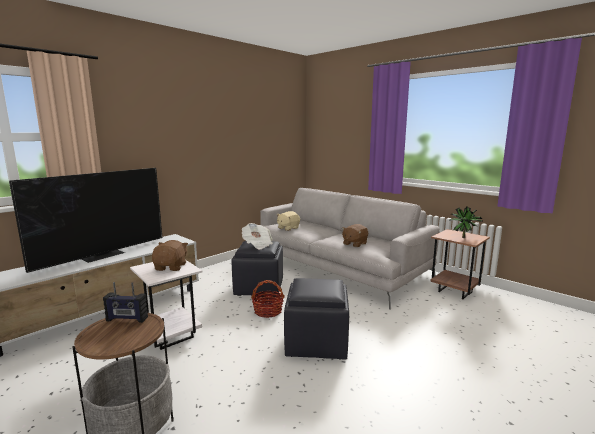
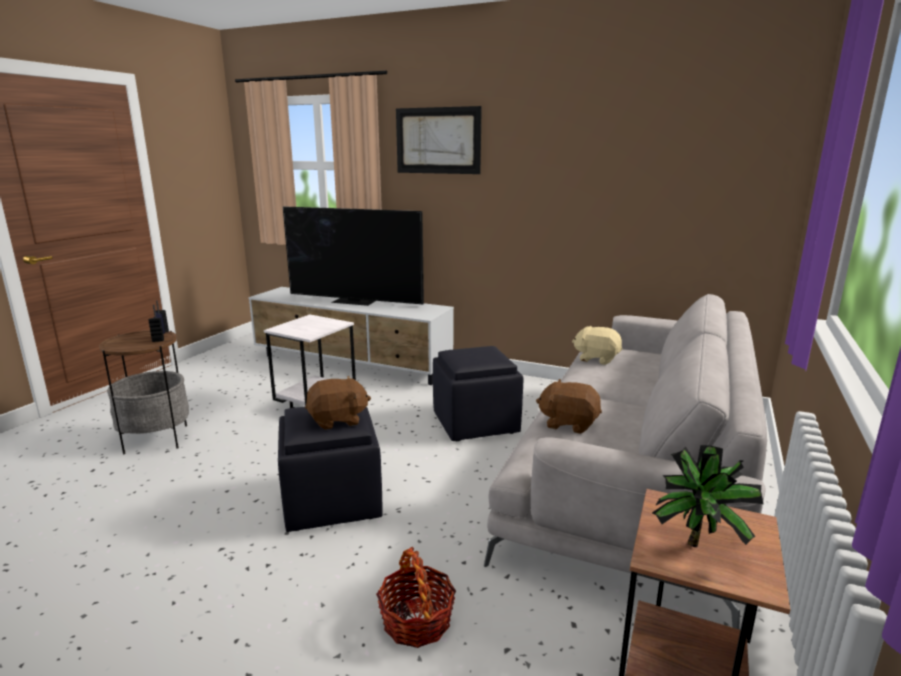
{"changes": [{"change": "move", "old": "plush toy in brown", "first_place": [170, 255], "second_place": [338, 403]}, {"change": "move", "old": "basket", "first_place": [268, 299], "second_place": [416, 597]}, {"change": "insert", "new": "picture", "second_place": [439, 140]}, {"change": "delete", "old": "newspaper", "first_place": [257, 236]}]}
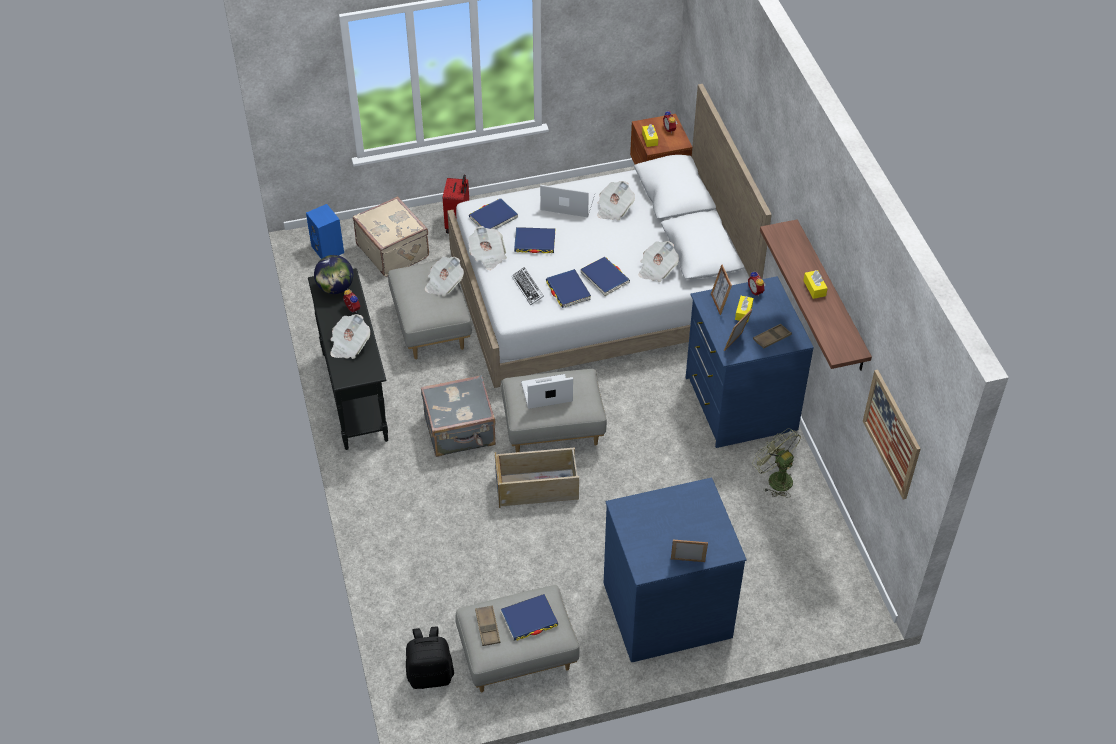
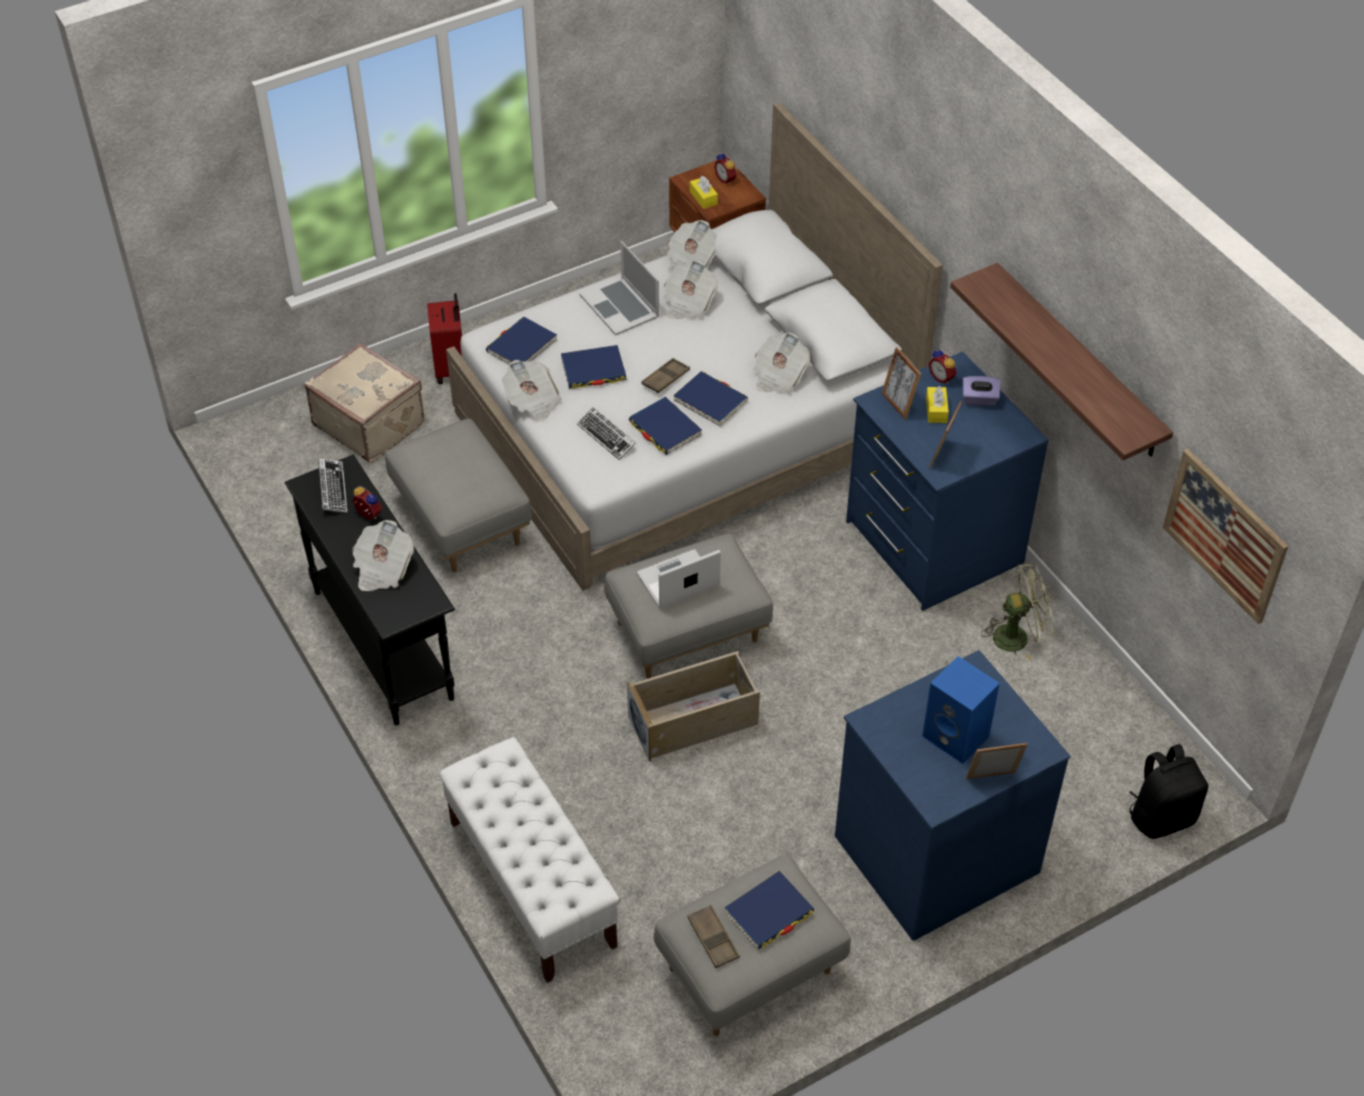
{"changes": [{"change": "replace", "old": "globe", "new": "keyboard", "first_place": [334, 274], "second_place": [333, 485]}, {"change": "insert", "new": "bench in white", "second_place": [529, 860]}, {"change": "rotate", "old": "laptop", "first_place": [567, 201], "second_place": [619, 288], "degrees": -120}, {"change": "move", "old": "tray in brown", "first_place": [772, 336], "second_place": [666, 375]}, {"change": "move", "old": "newspaper", "first_place": [444, 277], "second_place": [692, 247]}, {"change": "move", "old": "speaker in blue", "first_place": [325, 231], "second_place": [961, 710]}, {"change": "insert", "new": "tissue box in purple", "second_place": [981, 391]}, {"change": "rotate", "old": "fan in green", "first_place": [776, 463], "second_place": [1017, 612], "degrees": 135}, {"change": "move", "old": "backpack in black", "first_place": [430, 657], "second_place": [1168, 791]}, {"change": "delete", "old": "suitcase in grey", "first_place": [458, 416]}, {"change": "delete", "old": "tissue box in yellow", "first_place": [815, 284]}]}
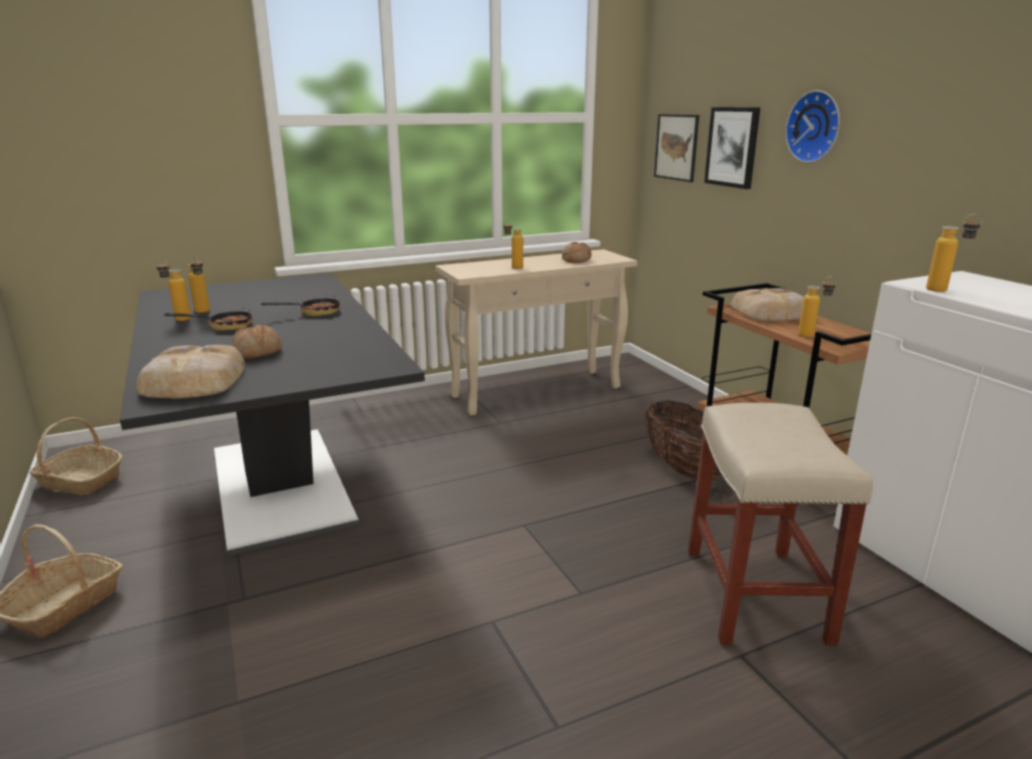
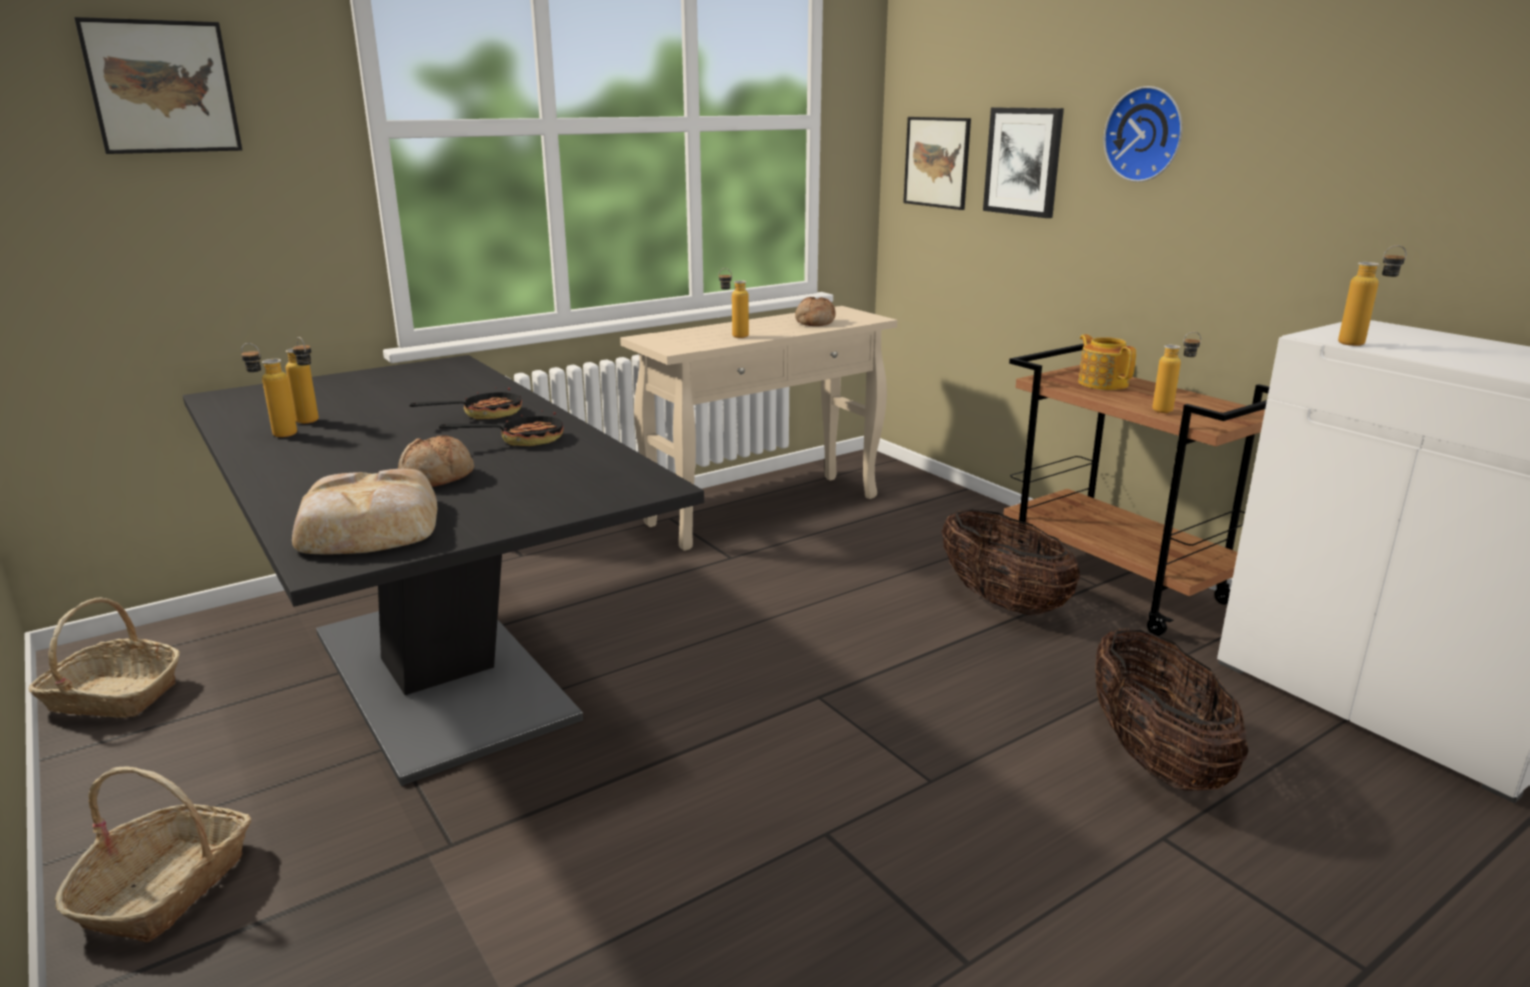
{"changes": [{"change": "insert", "new": "picture", "second_place": [158, 85]}, {"change": "move", "old": "frying pan", "first_place": [208, 319], "second_place": [501, 425]}, {"change": "replace", "old": "bread", "new": "teapot", "first_place": [767, 304], "second_place": [1107, 362]}, {"change": "replace", "old": "stool in beige", "new": "basket", "first_place": [780, 524], "second_place": [1172, 710]}]}
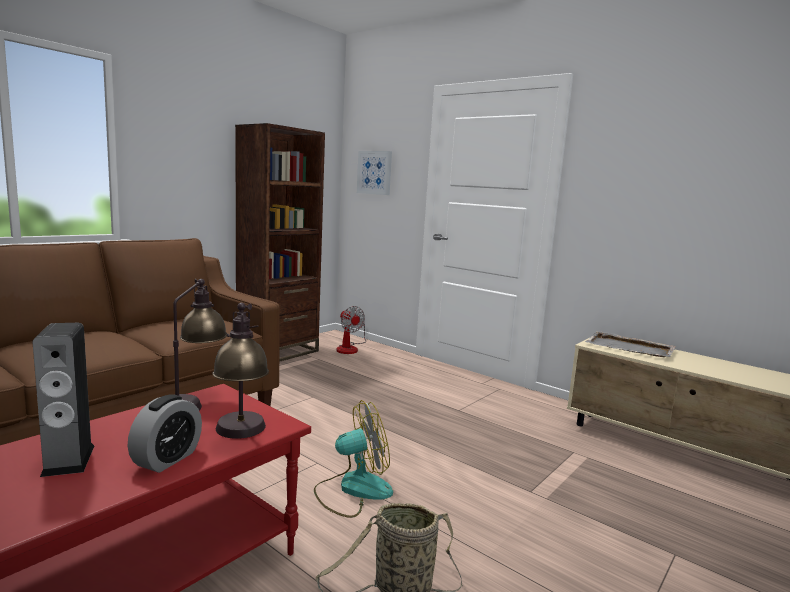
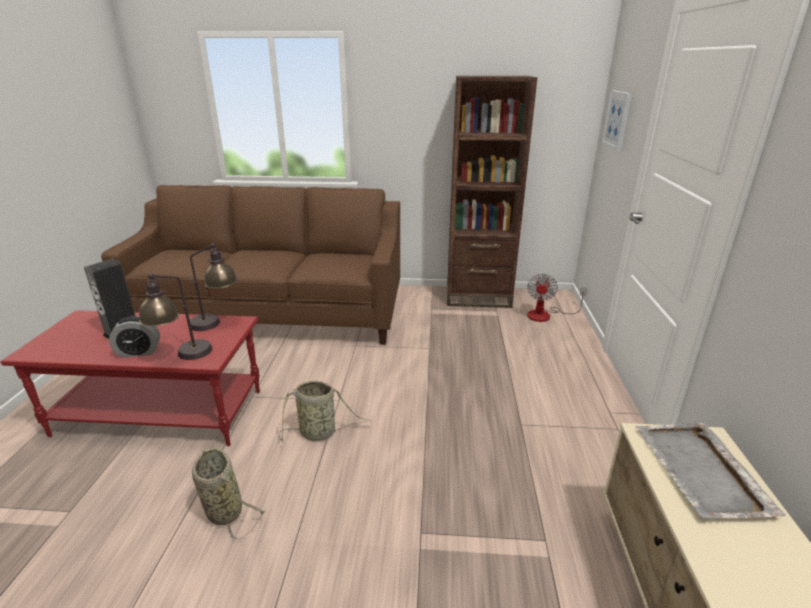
{"changes": [{"change": "replace", "old": "fan", "new": "basket", "first_place": [353, 459], "second_place": [325, 412]}]}
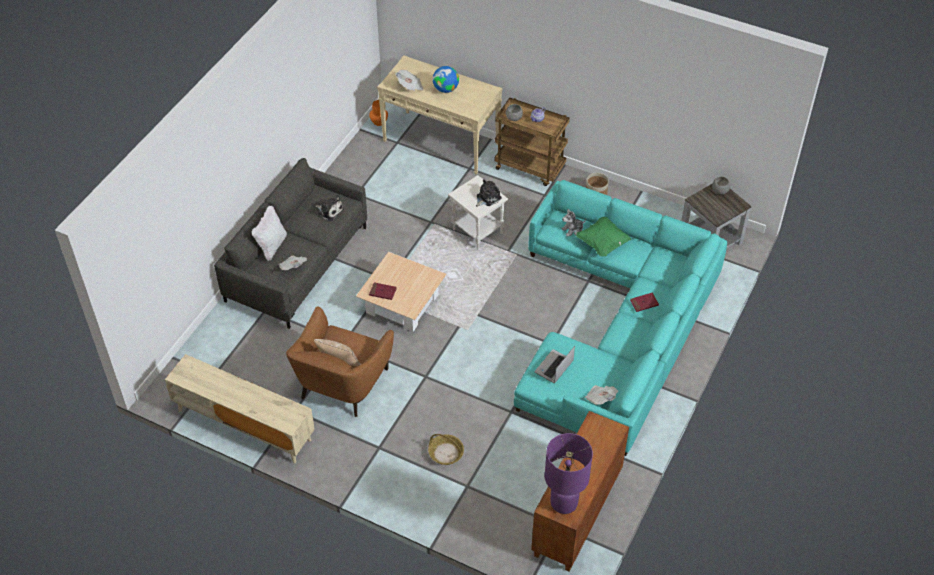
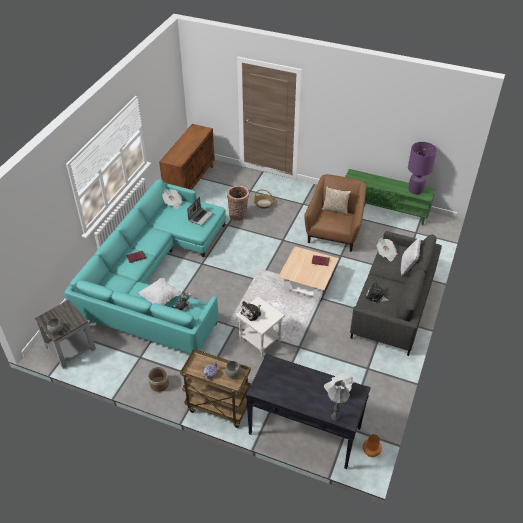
{"changes": [{"change": "recolor", "old": "pillow in green", "new": "pillow in white", "first_place": [603, 236], "second_place": [160, 291]}, {"change": "insert", "new": "basket", "second_place": [238, 203]}, {"change": "recolor", "old": "console table in beige", "new": "console table in black", "first_place": [440, 115], "second_place": [308, 411]}, {"change": "insert", "new": "table lamp in grey", "second_place": [339, 401]}, {"change": "recolor", "old": "tv stand in beige", "new": "tv stand in green", "first_place": [240, 408], "second_place": [390, 197]}, {"change": "move", "old": "table lamp in purple", "first_place": [569, 473], "second_place": [422, 168]}, {"change": "delete", "old": "globe", "first_place": [446, 79]}]}
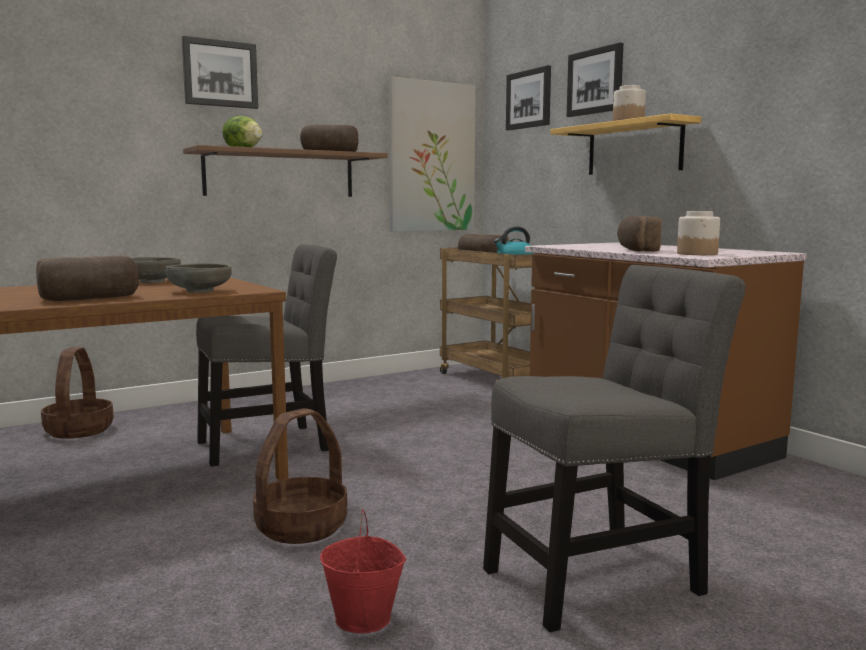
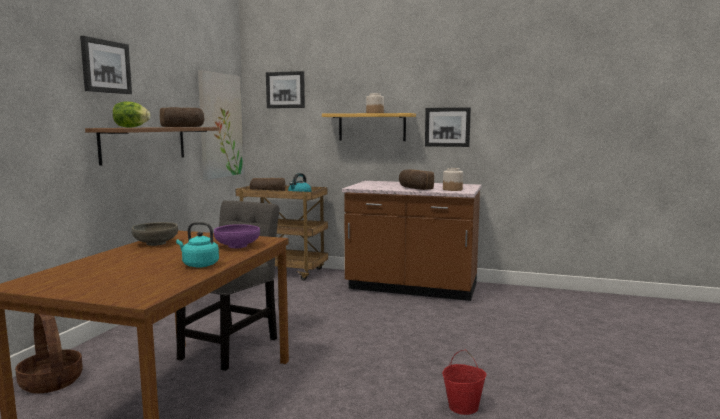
{"changes": [{"change": "replace", "old": "bread", "new": "kettle in turquoise", "first_place": [87, 278], "second_place": [197, 245]}, {"change": "recolor", "old": "bowl in grey", "new": "bowl in purple", "first_place": [198, 278], "second_place": [237, 236]}, {"change": "move", "old": "picture", "first_place": [595, 79], "second_place": [448, 127]}, {"change": "delete", "old": "basket", "first_place": [300, 476]}, {"change": "delete", "old": "chair in grey", "first_place": [614, 448]}]}
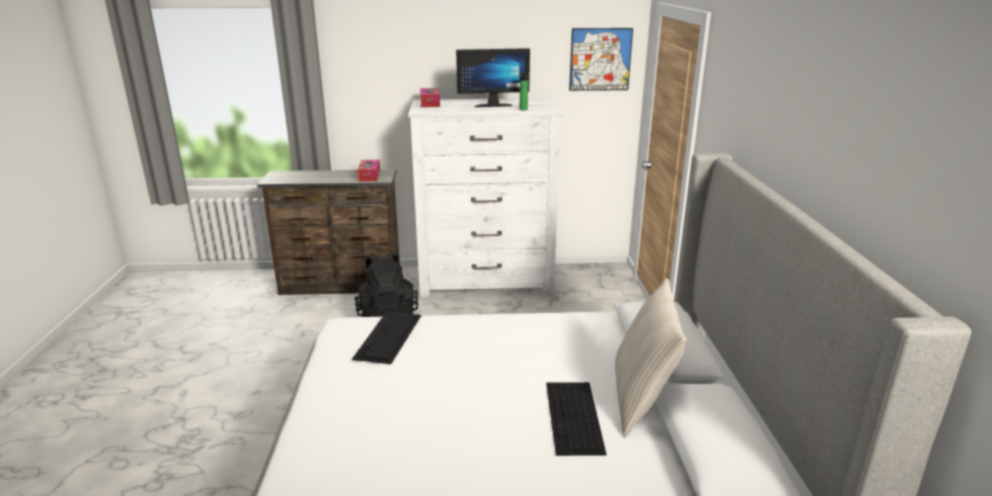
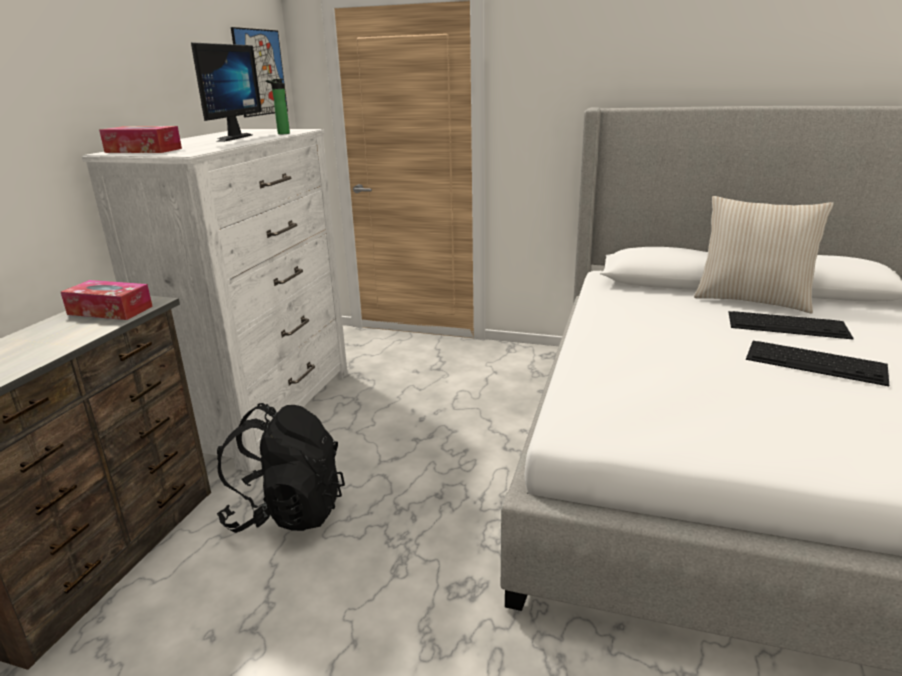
{"changes": [{"change": "move", "old": "keyboard", "first_place": [386, 337], "second_place": [817, 363]}]}
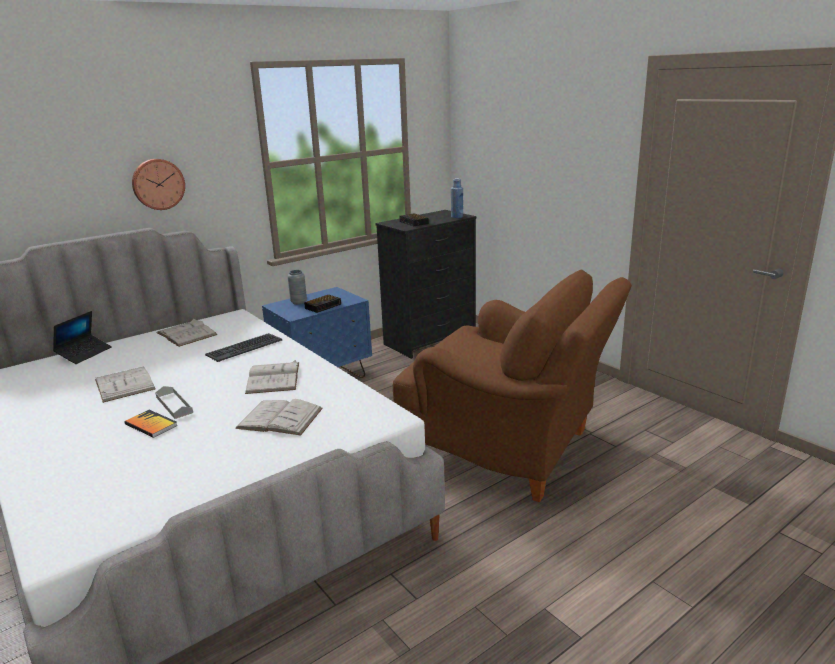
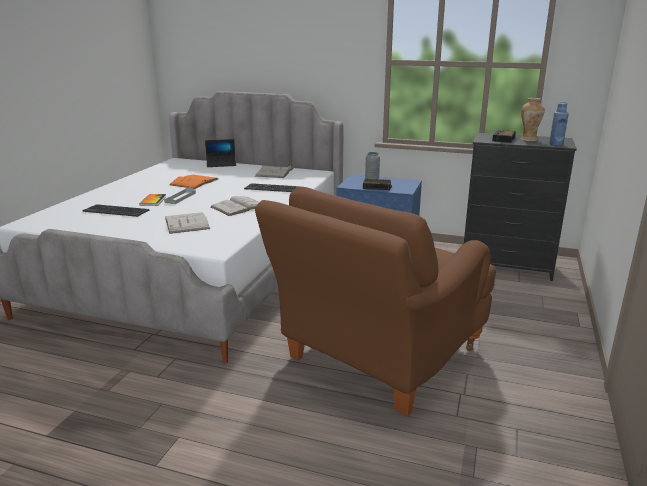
{"changes": [{"change": "insert", "new": "keyboard", "second_place": [116, 210]}, {"change": "recolor", "old": "book in white", "new": "book in orange", "first_place": [125, 385], "second_place": [194, 182]}, {"change": "rotate", "old": "armchair in brown", "first_place": [512, 386], "second_place": [375, 301], "degrees": 45}, {"change": "insert", "new": "vase", "second_place": [533, 119]}, {"change": "delete", "old": "wall clock", "first_place": [158, 184]}]}
